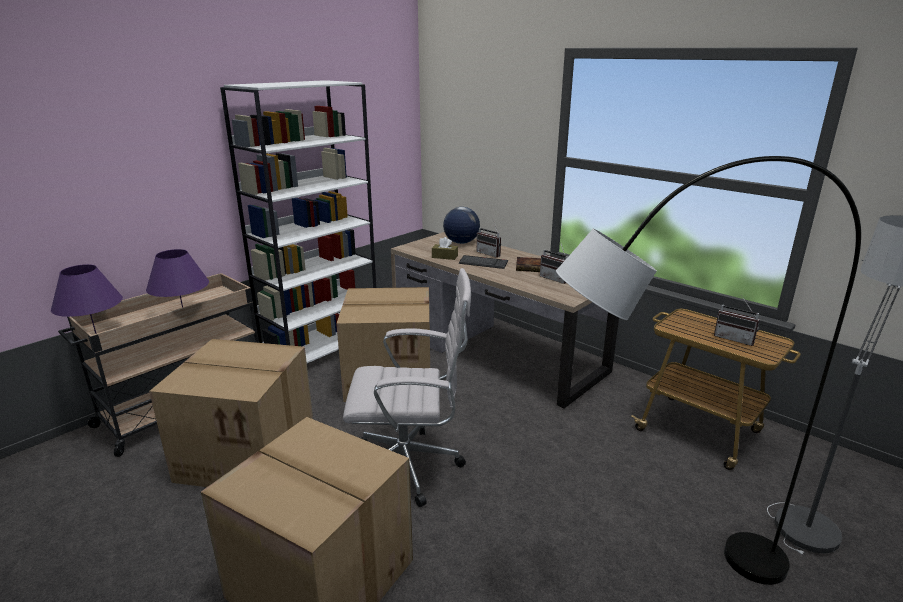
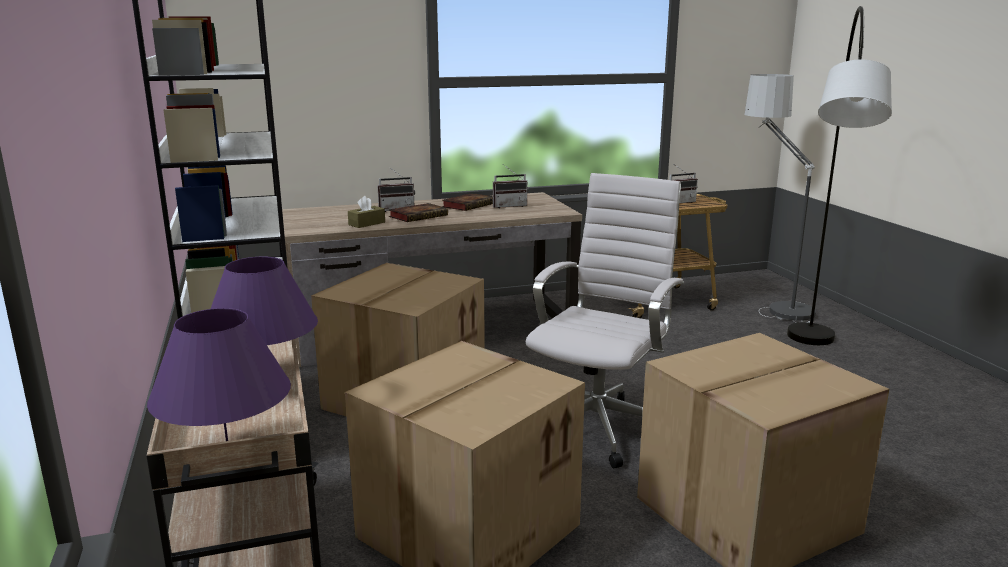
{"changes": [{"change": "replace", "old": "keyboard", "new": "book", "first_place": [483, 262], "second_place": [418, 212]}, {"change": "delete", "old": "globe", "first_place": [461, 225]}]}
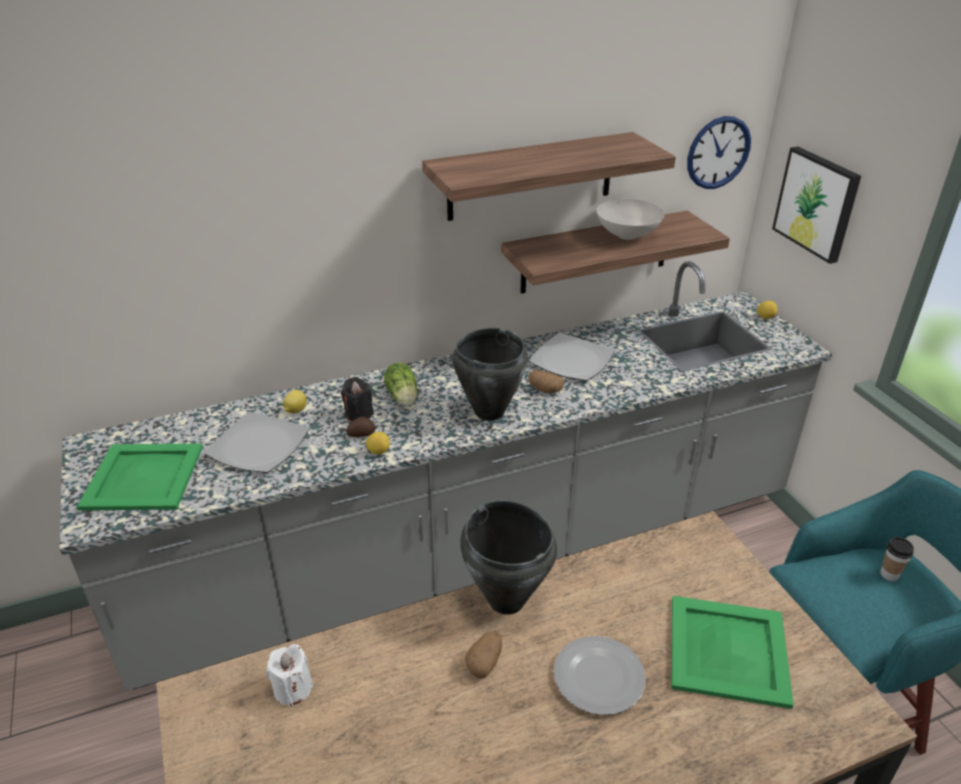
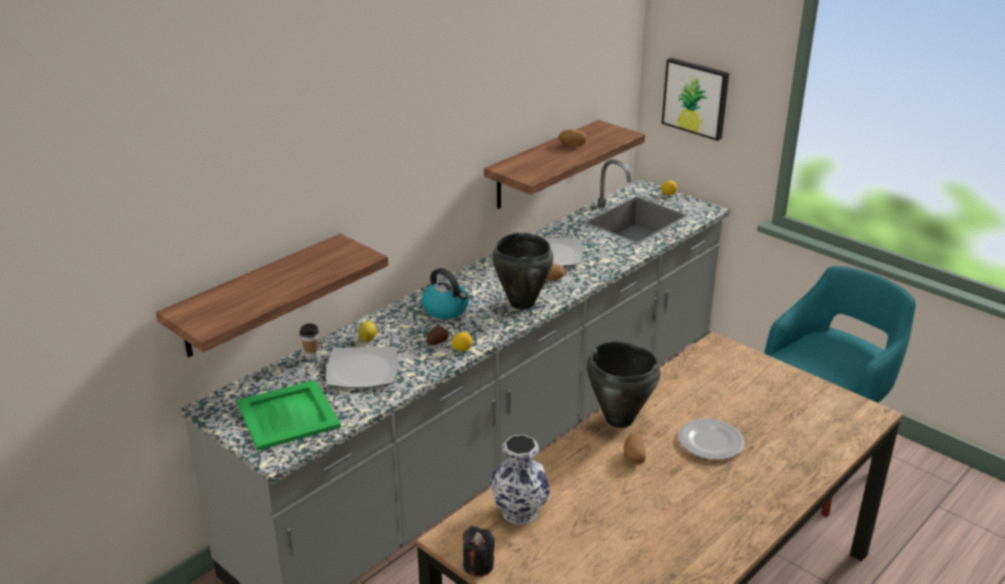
{"changes": [{"change": "move", "old": "shelf", "first_place": [549, 176], "second_place": [272, 295]}, {"change": "move", "old": "cup", "first_place": [897, 559], "second_place": [309, 342]}, {"change": "replace", "old": "lettuce", "new": "kettle", "first_place": [401, 384], "second_place": [445, 293]}, {"change": "move", "old": "candle in black", "first_place": [357, 399], "second_place": [478, 551]}, {"change": "replace", "old": "candle in white", "new": "vase", "first_place": [289, 675], "second_place": [520, 479]}, {"change": "replace", "old": "bowl in white", "new": "potato", "first_place": [630, 219], "second_place": [572, 137]}, {"change": "delete", "old": "tray in green", "first_place": [732, 652]}, {"change": "delete", "old": "wall clock", "first_place": [719, 152]}]}
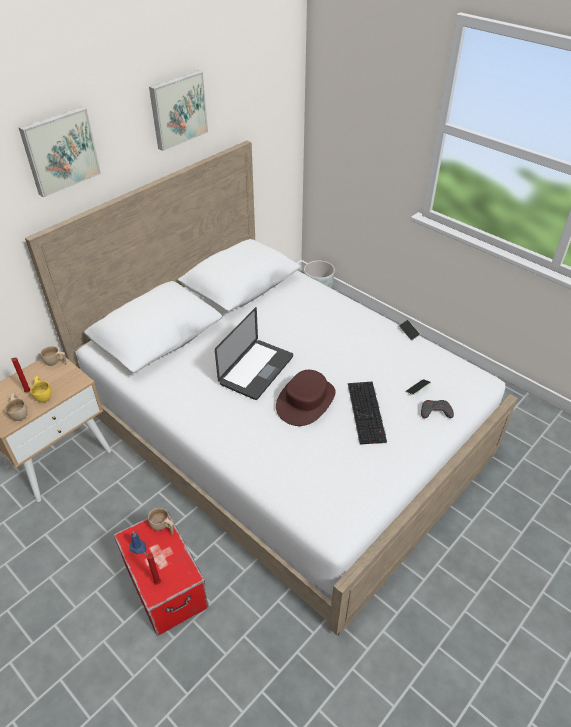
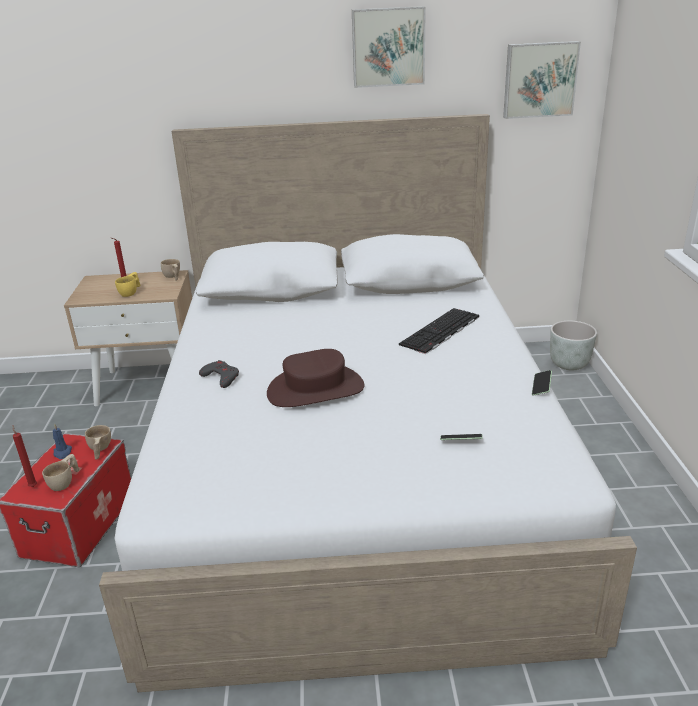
{"changes": [{"change": "move", "old": "cup in beige", "first_place": [16, 407], "second_place": [61, 472]}, {"change": "move", "old": "game controller in grey", "first_place": [437, 409], "second_place": [219, 374]}, {"change": "move", "old": "keyboard", "first_place": [367, 413], "second_place": [439, 331]}, {"change": "move", "old": "picture", "first_place": [60, 152], "second_place": [542, 80]}, {"change": "delete", "old": "laptop", "first_place": [254, 353]}]}
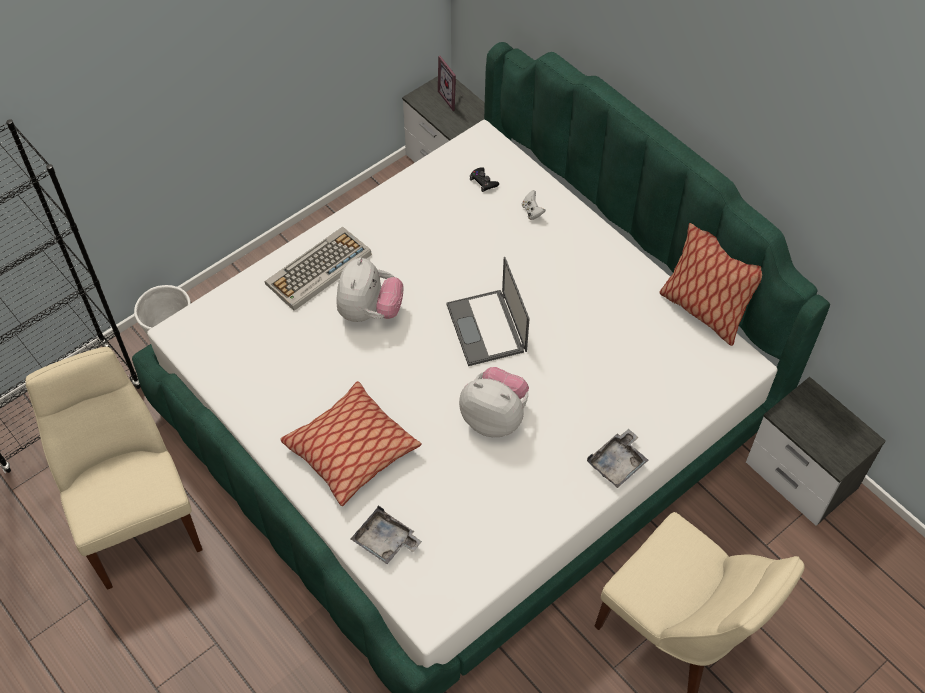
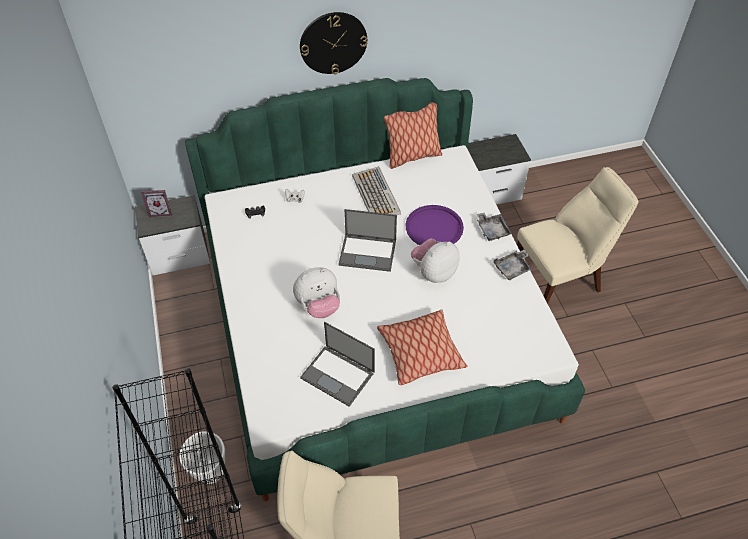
{"changes": [{"change": "rotate", "old": "plush toy", "first_place": [370, 289], "second_place": [316, 292], "degrees": 120}, {"change": "insert", "new": "wall clock", "second_place": [333, 43]}, {"change": "insert", "new": "laptop", "second_place": [337, 364]}, {"change": "move", "old": "keyboard", "first_place": [318, 269], "second_place": [376, 191]}, {"change": "insert", "new": "tray in purple", "second_place": [434, 225]}, {"change": "move", "old": "tray in grey", "first_place": [386, 535], "second_place": [512, 265]}]}
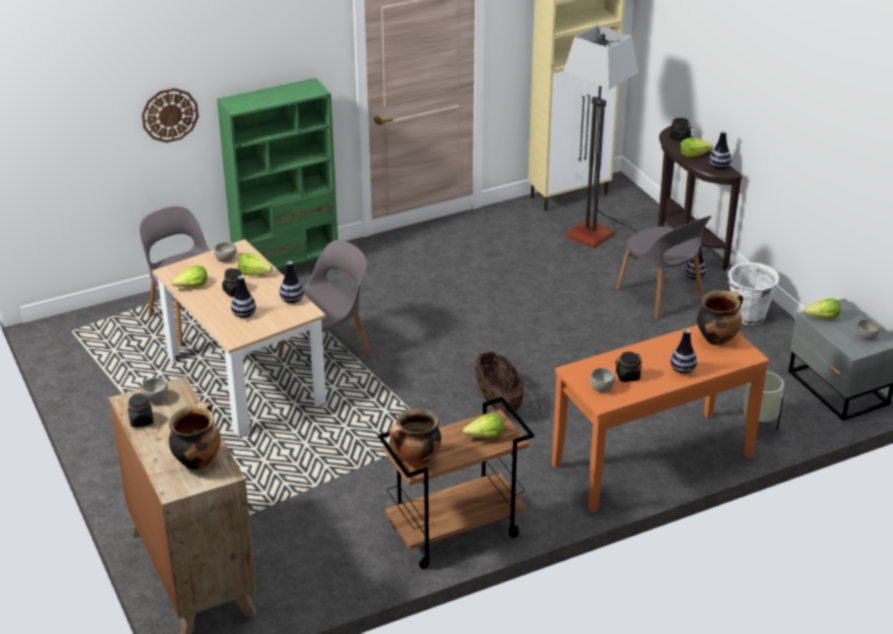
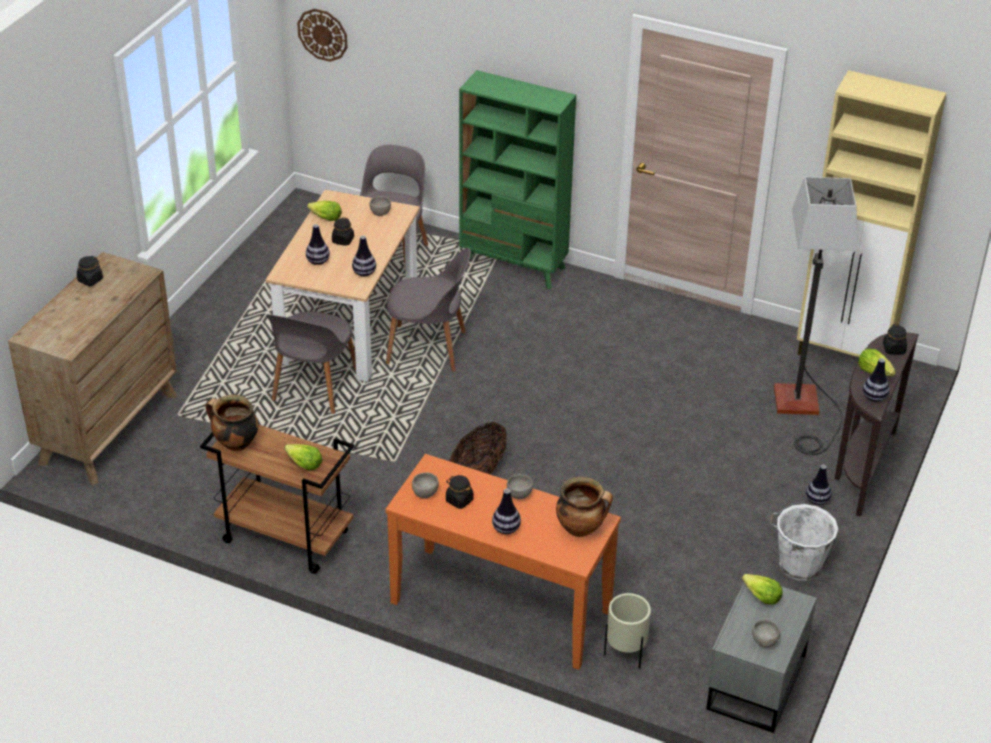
{"changes": [{"change": "move", "old": "chair in grey", "first_place": [664, 268], "second_place": [311, 363]}, {"change": "move", "old": "wall clock", "first_place": [170, 115], "second_place": [322, 35]}, {"change": "move", "old": "bowl in grey", "first_place": [154, 390], "second_place": [520, 486]}, {"change": "delete", "old": "cooking pot", "first_place": [195, 436]}, {"change": "delete", "old": "lettuce", "first_place": [255, 264]}]}
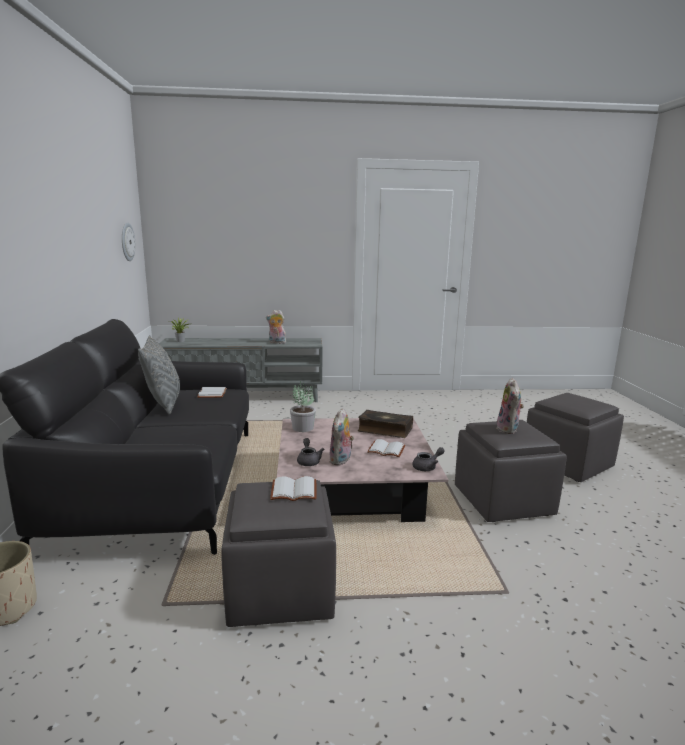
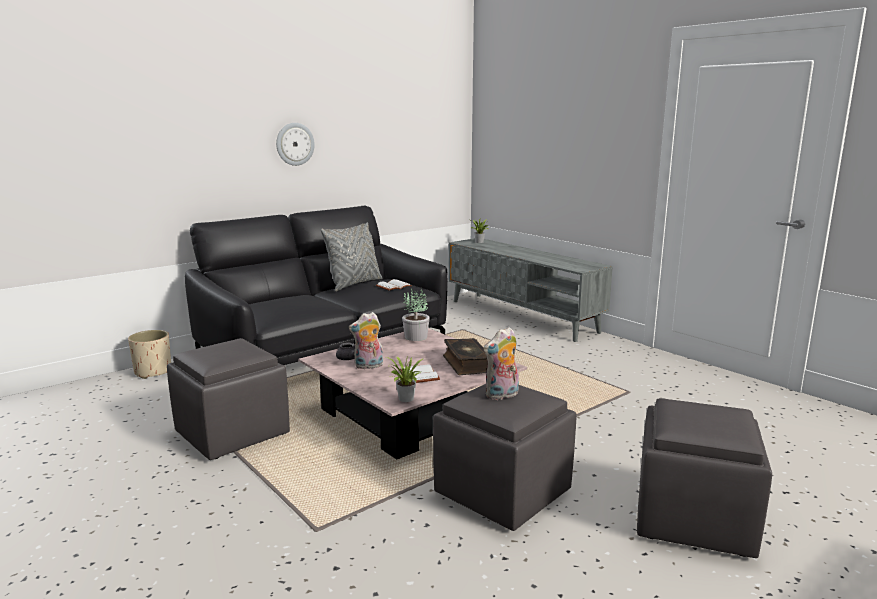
{"changes": [{"change": "move", "old": "wall clock", "first_place": [128, 242], "second_place": [295, 144]}, {"change": "replace", "old": "teapot in grey", "new": "potted plant", "first_place": [428, 459], "second_place": [405, 378]}, {"change": "delete", "old": "plush toy", "first_place": [276, 327]}, {"change": "delete", "old": "book in white", "first_place": [293, 488]}]}
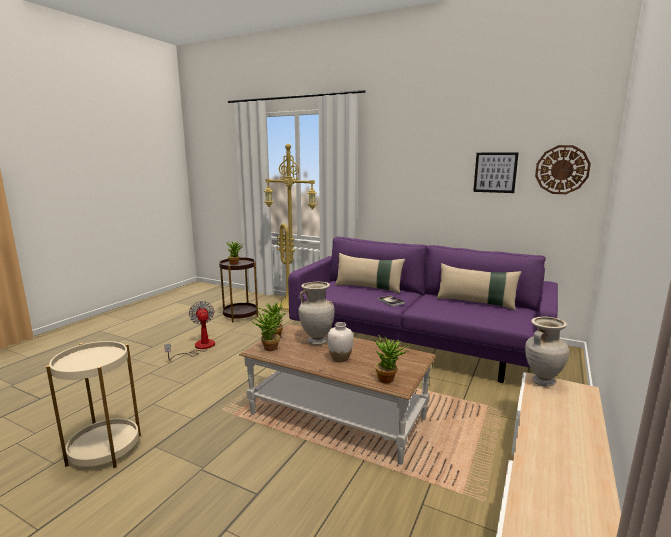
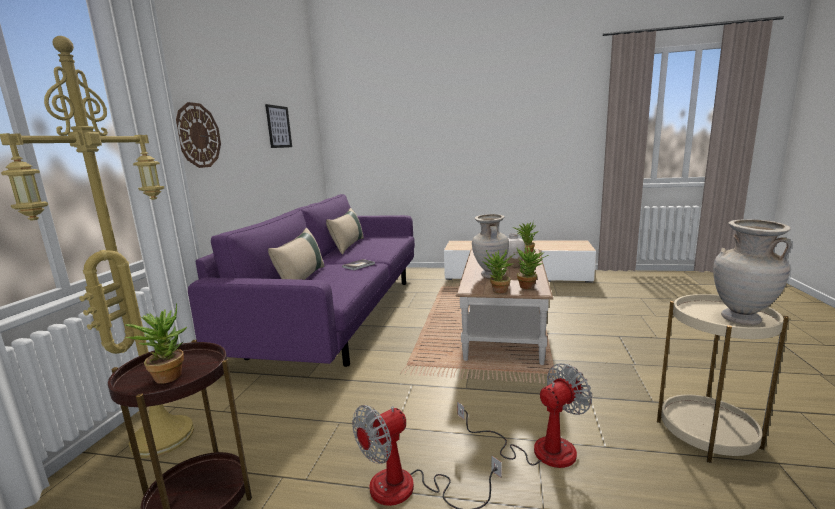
{"changes": [{"change": "move", "old": "wall clock", "first_place": [563, 169], "second_place": [198, 135]}, {"change": "insert", "new": "fan", "second_place": [524, 415]}, {"change": "move", "old": "vase in beige", "first_place": [547, 352], "second_place": [752, 272]}]}
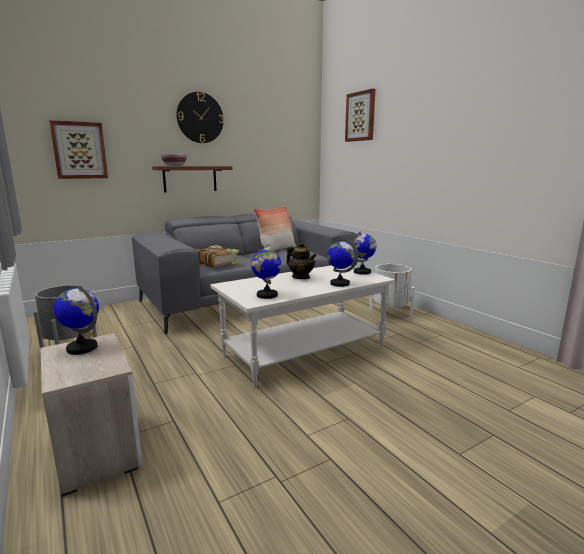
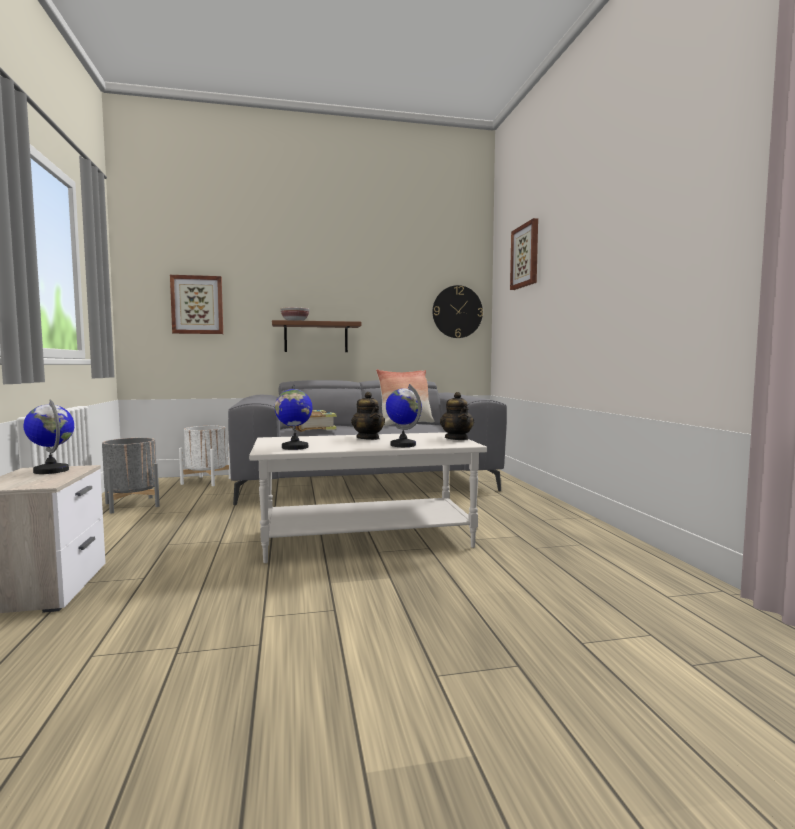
{"changes": [{"change": "move", "old": "planter in white", "first_place": [392, 292], "second_place": [205, 456]}, {"change": "move", "old": "wall clock", "first_place": [200, 117], "second_place": [457, 311]}, {"change": "replace", "old": "globe", "new": "teapot", "first_place": [364, 253], "second_place": [457, 416]}]}
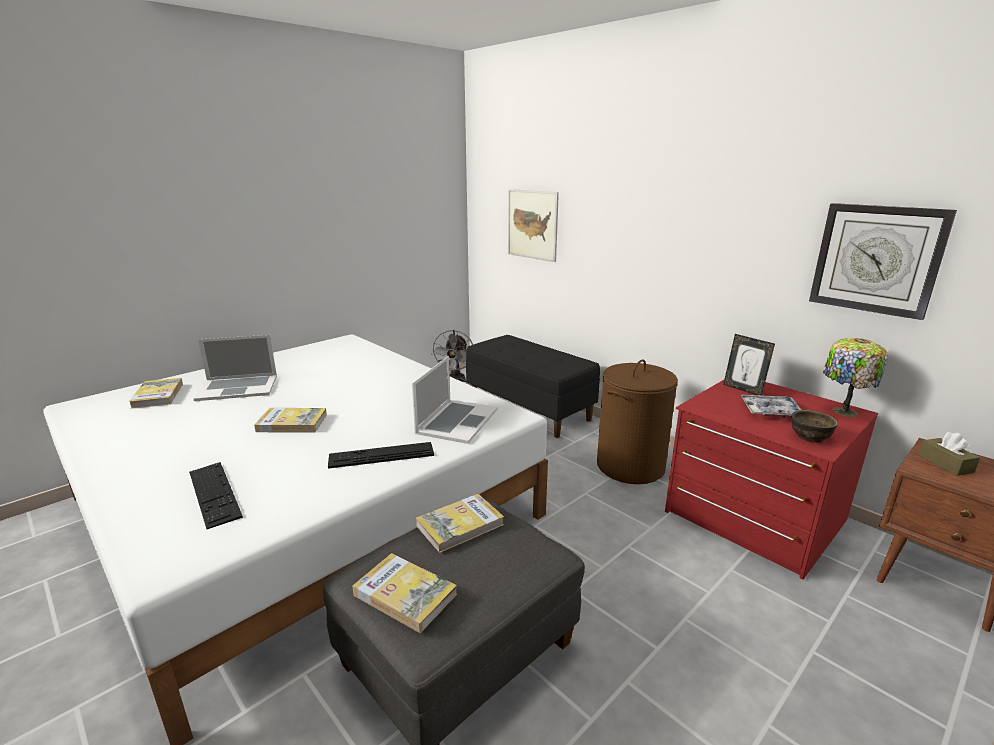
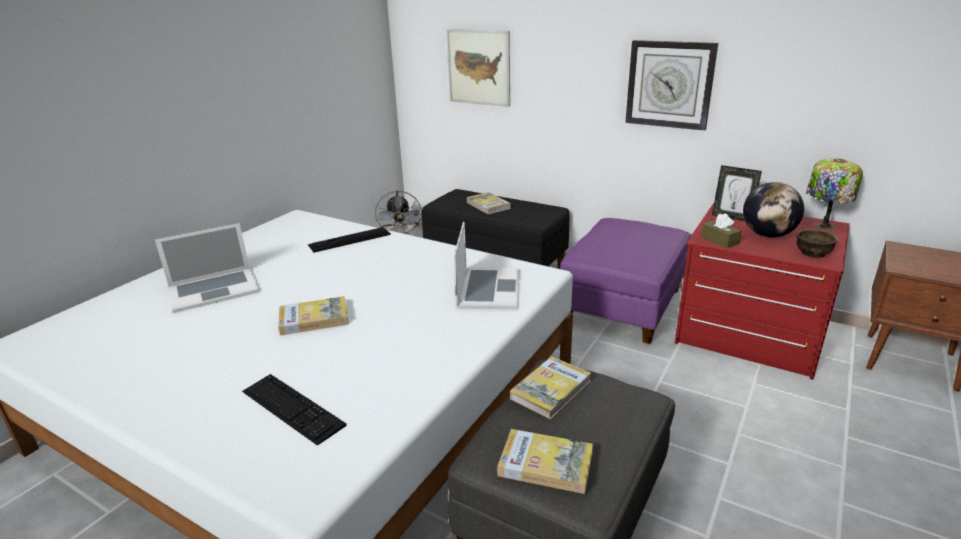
{"changes": [{"change": "move", "old": "keyboard", "first_place": [381, 455], "second_place": [349, 240]}, {"change": "move", "old": "book", "first_place": [156, 393], "second_place": [488, 203]}, {"change": "replace", "old": "laundry basket in brown", "new": "ottoman in purple", "first_place": [637, 421], "second_place": [625, 281]}, {"change": "move", "old": "wall clock", "first_place": [883, 261], "second_place": [671, 85]}, {"change": "move", "old": "tissue box in brown", "first_place": [949, 454], "second_place": [721, 230]}, {"change": "replace", "old": "tray", "new": "globe", "first_place": [771, 406], "second_place": [773, 209]}]}
